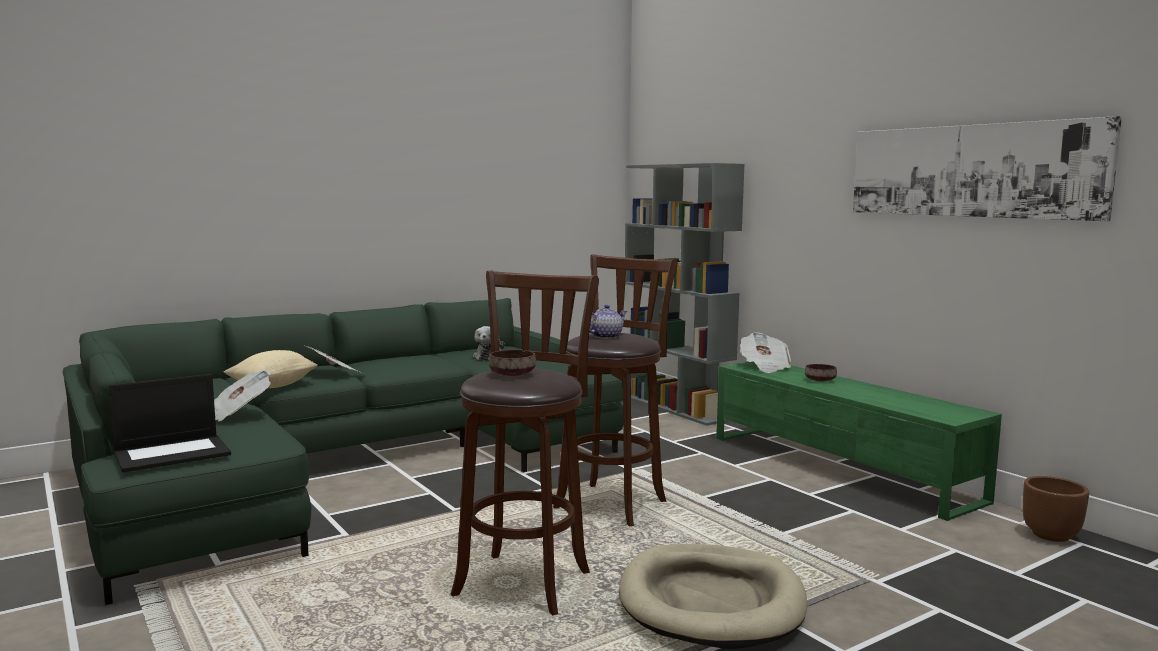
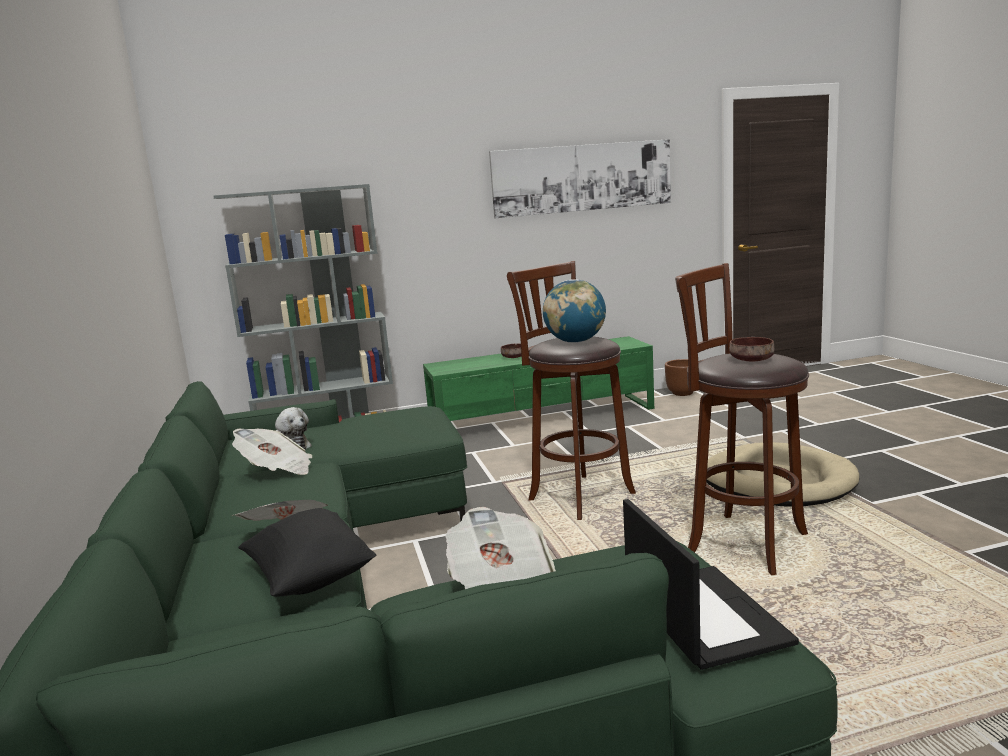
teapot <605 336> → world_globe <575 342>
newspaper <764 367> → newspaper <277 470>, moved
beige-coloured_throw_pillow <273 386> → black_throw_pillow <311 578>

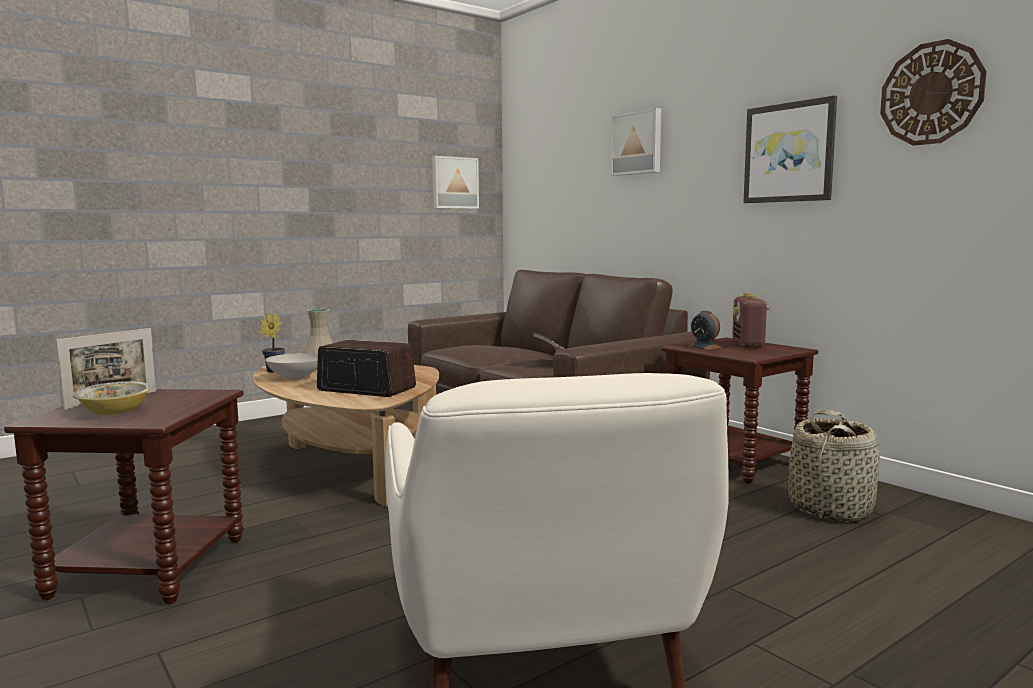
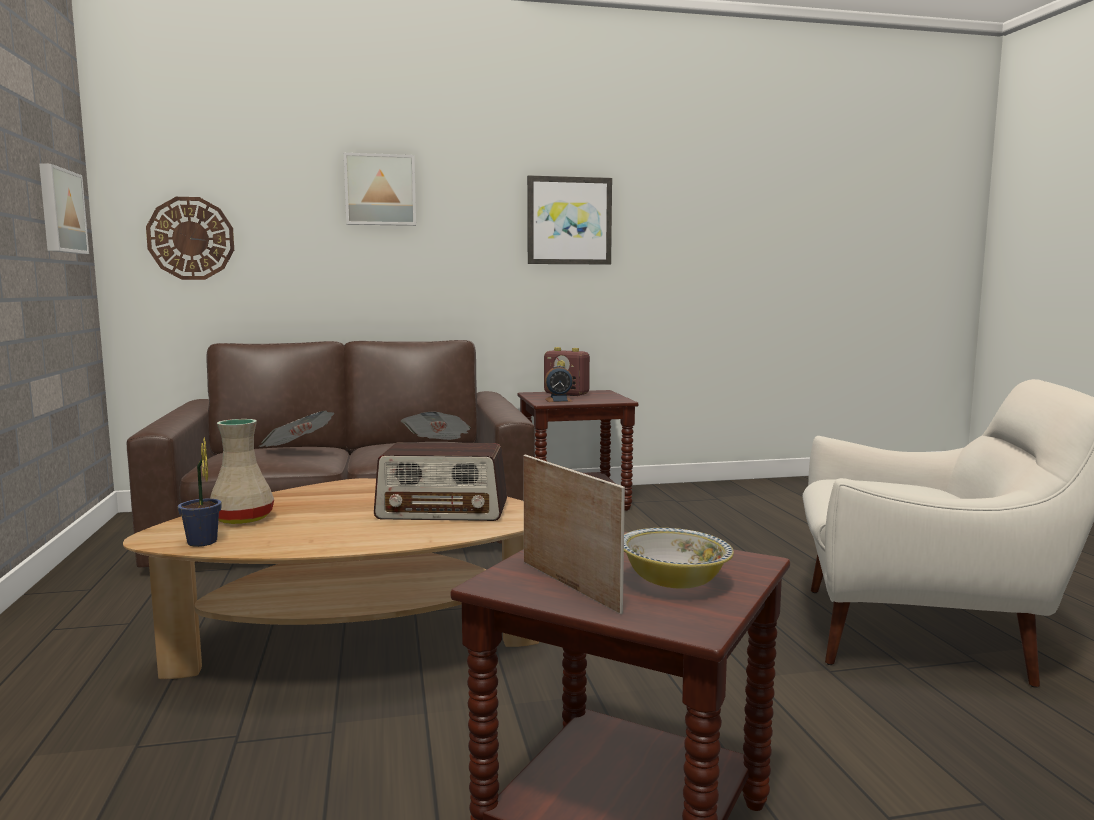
clock_on_the_wall <931 93> → clock_on_the_wall <191 238>, moved
radio <366 389> → radio <443 511>, 135 degrees counterclockwise
whitish_serving_bowl <294 378> → -
storage_basket <831 508> → -
- → newspaper <297 449>

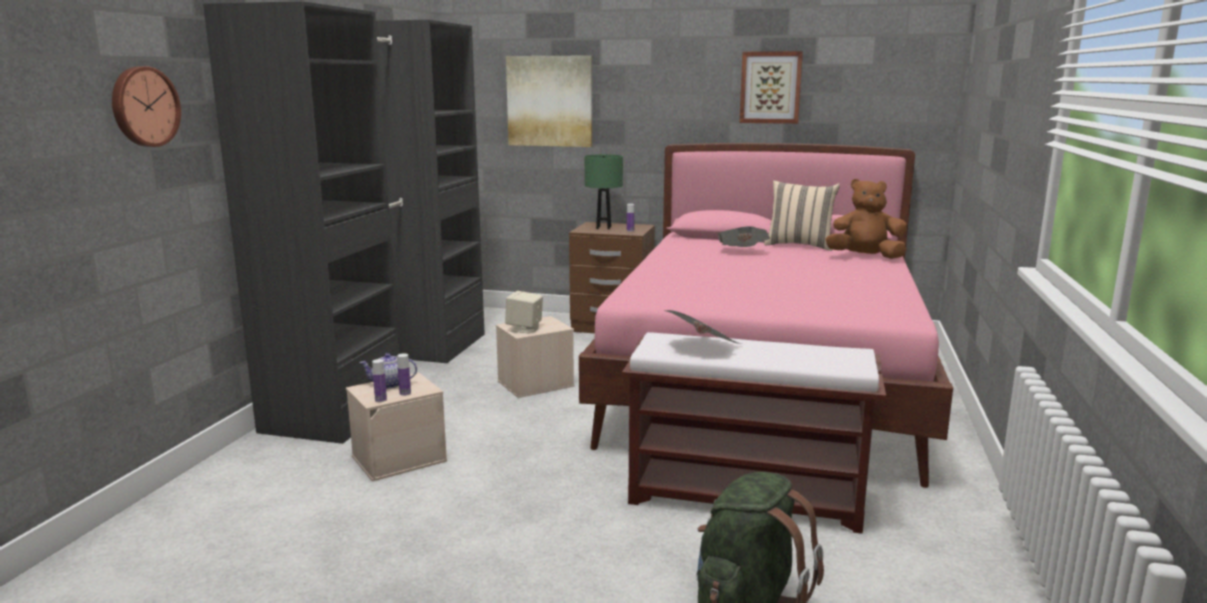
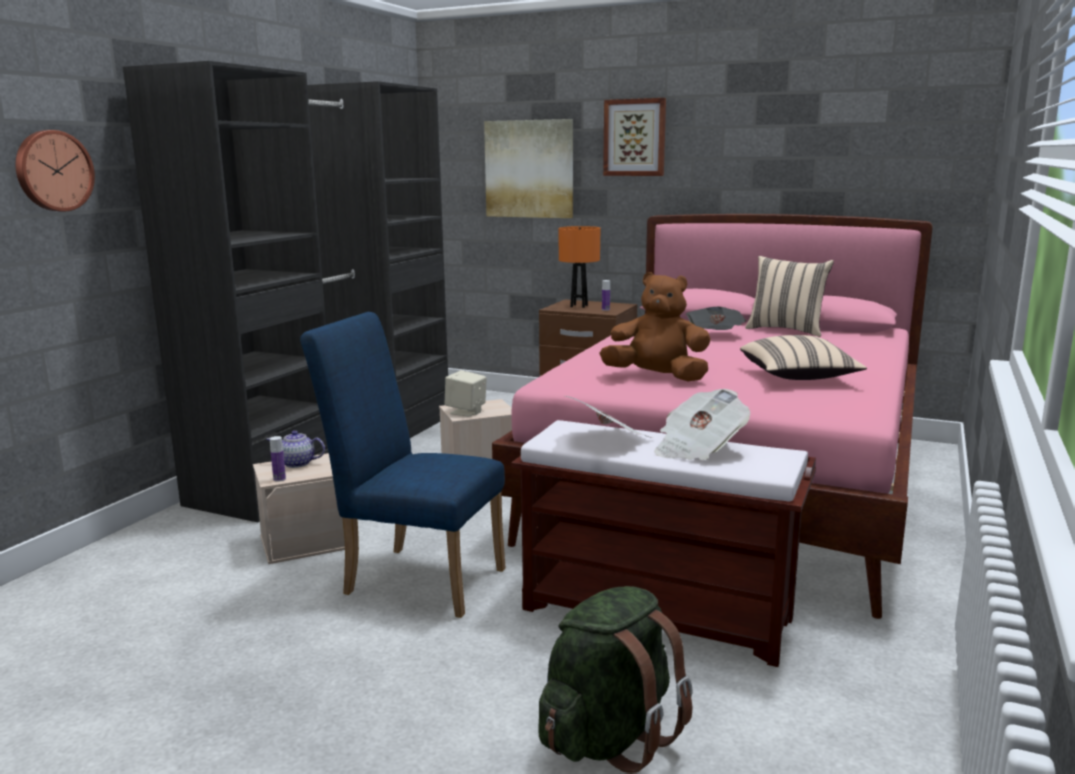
wall_picture <770 87> → wall_picture <634 137>, moved
green-coloured_lamp_for_a_table <603 228> → orange-coloured_lamp_for_a_table <579 306>
brown_plush_toy <865 257> → brown_plush_toy <657 377>, moved
beverage_bottle <405 393> → -
- → blue-coloured_upright_chair <415 577>
- → beige-coloured_throw_pillow <798 377>
- → newspaper <698 449>

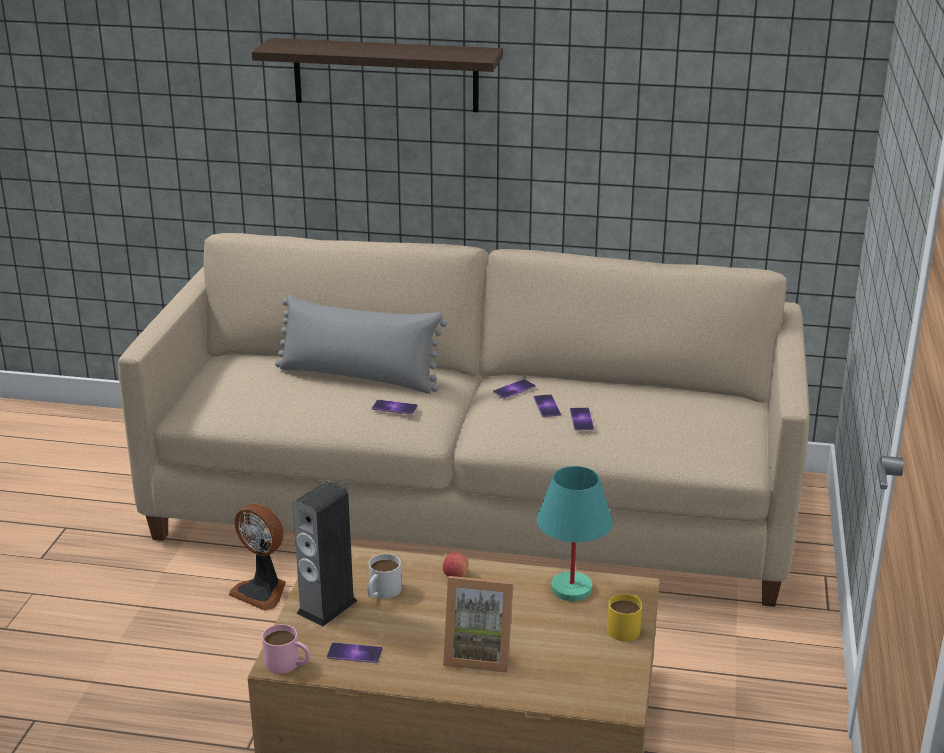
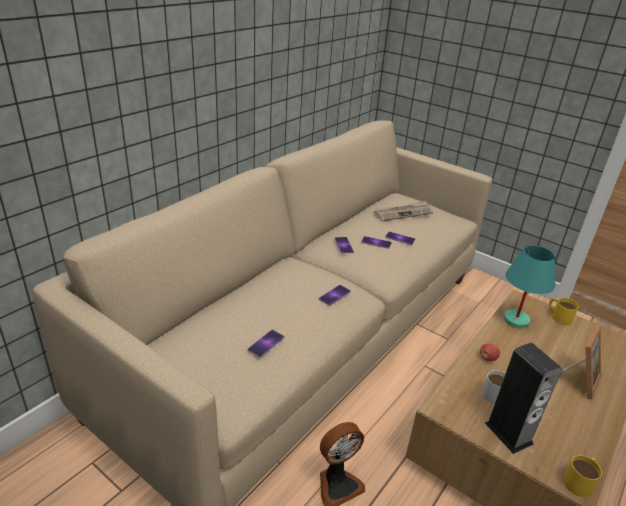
shelf <385 75> → -
grey_throw_pillow <359 377> → -
pink-coloured_tea_mug <288 664> → yellow_tea_mug <580 481>
telephone <354 653> → telephone <266 343>, moved
- → newspaper <403 213>

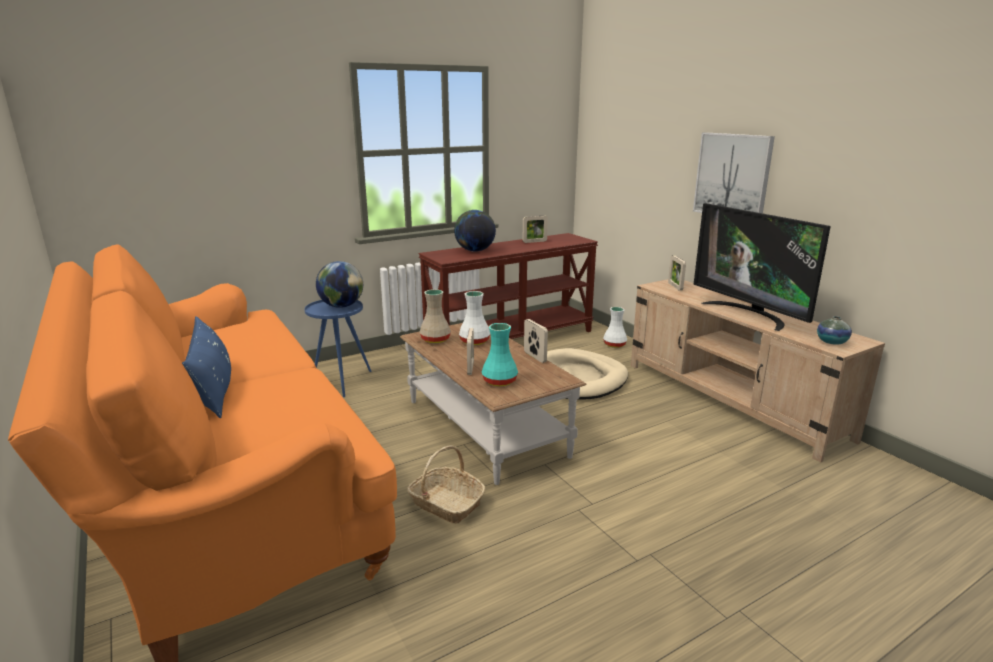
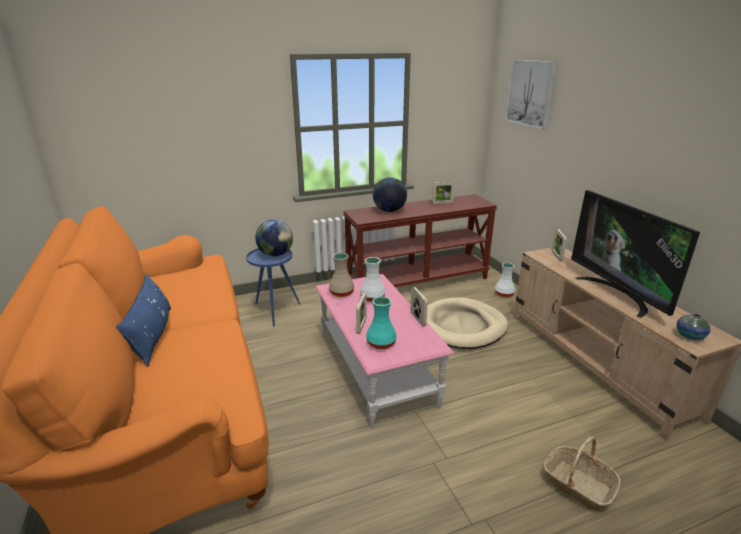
wall_picture <732 176> → wall_picture <530 93>, moved
brown_lounge_table <485 427> → pink-coloured_lounge_table <376 368>
storage_basket <446 503> → storage_basket <578 484>, moved

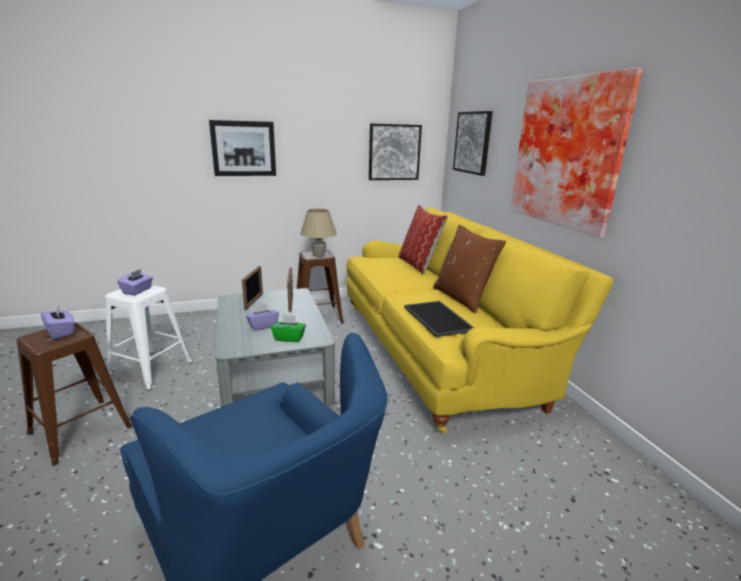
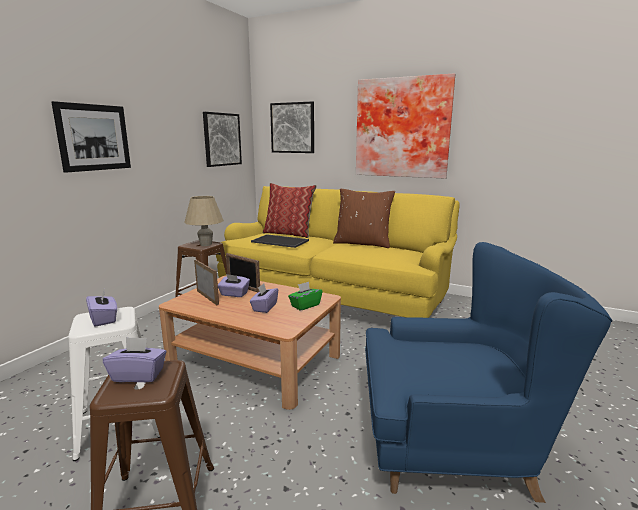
grey_lounge_table <274 372> → brown_lounge_table <255 361>
tray <439 318> → tray <281 241>, moved
- → purplish_tissue_box <234 294>

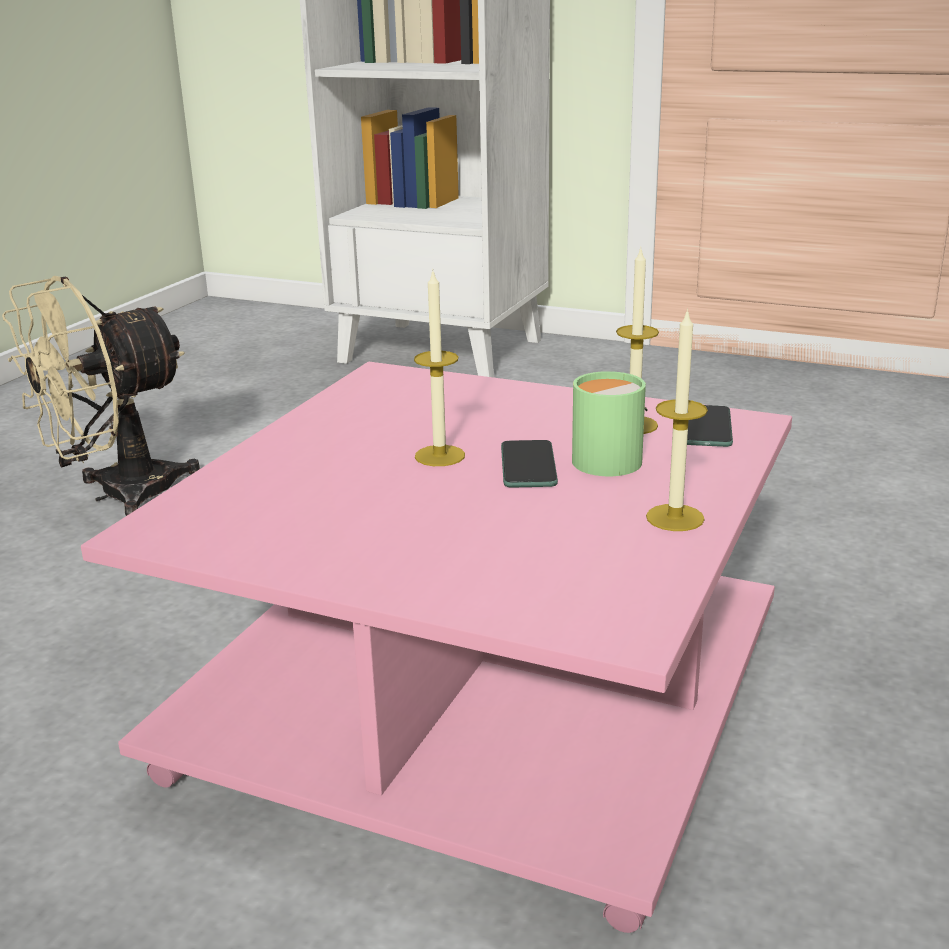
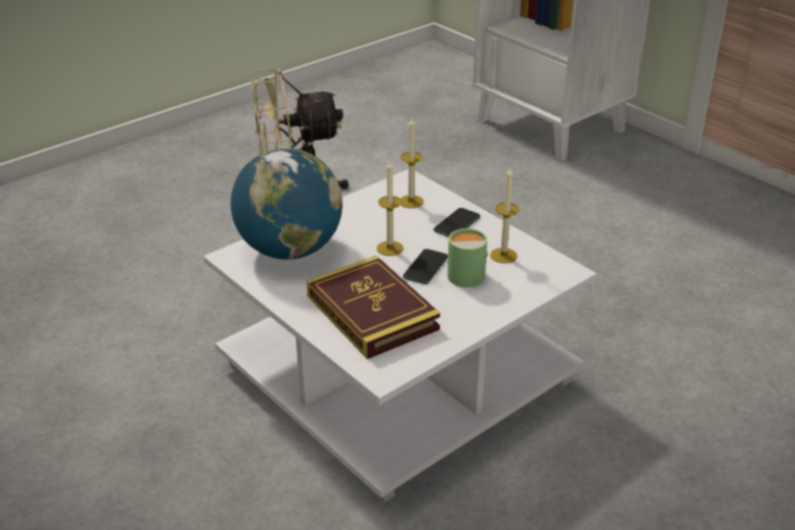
wax_candle <675 518> → wax_candle <411 201>, moved
pink-coloured_lounge_table <483 706> → whitish_lounge_table <397 377>
telephone <706 428> → telephone <457 224>, moved
- → world_globe <290 250>
- → volume <372 312>

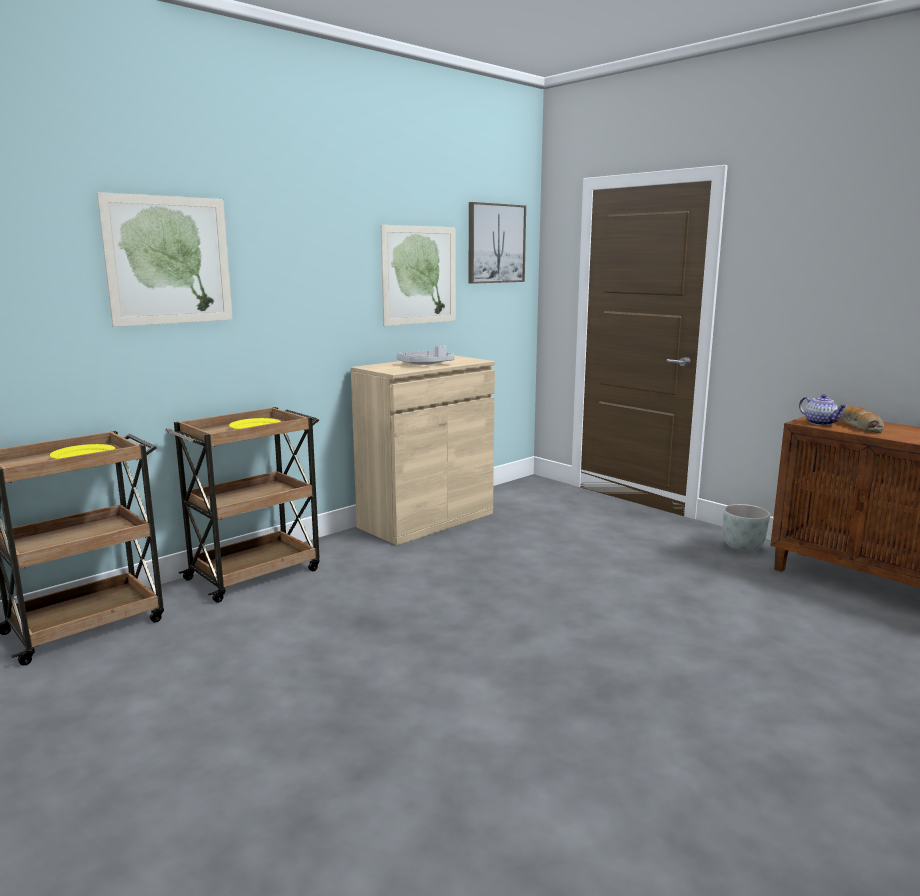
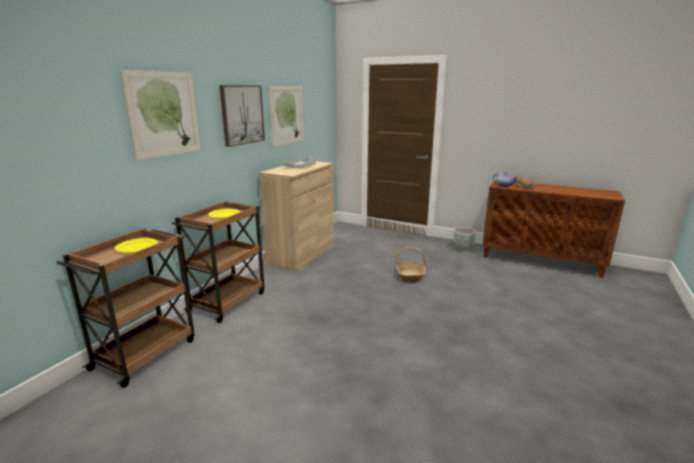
wall_picture <495 243> → wall_picture <242 114>, moved
- → storage_basket <410 275>

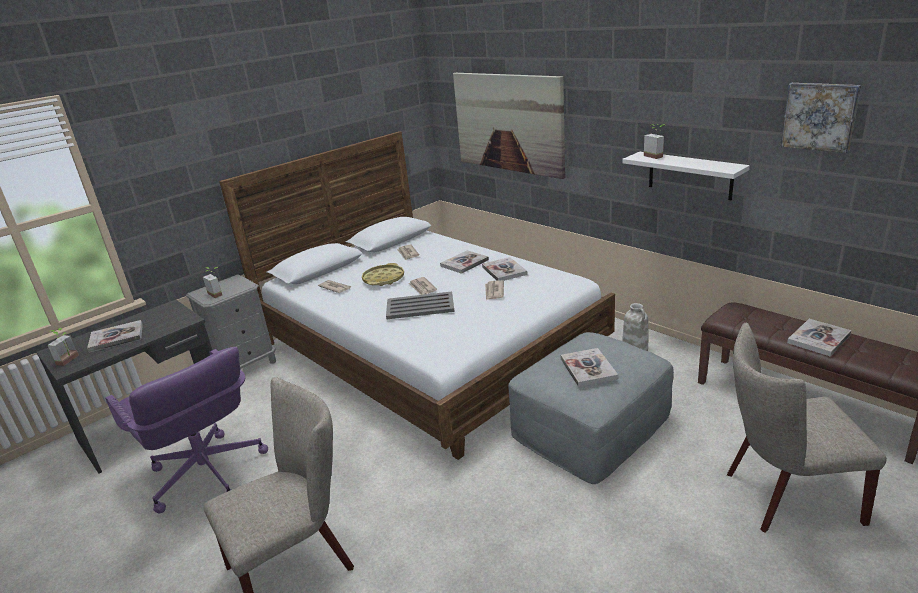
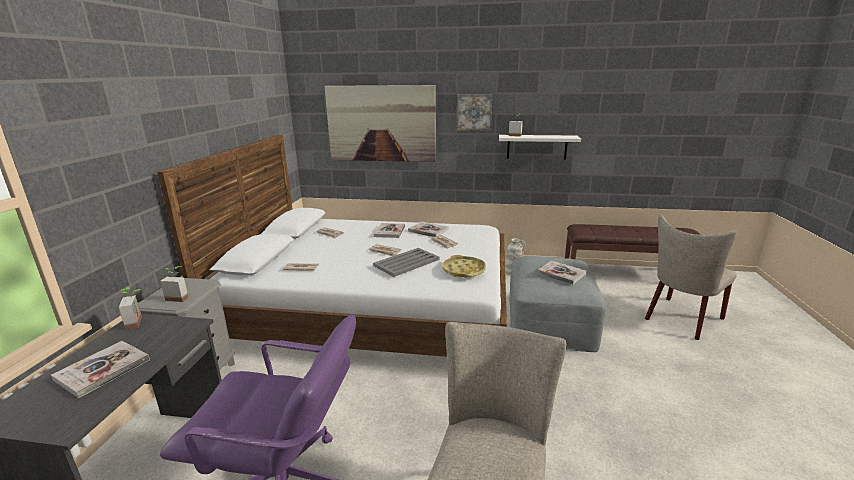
wall_picture <820 116> → wall_picture <474 112>, moved
yellow_tray <383 279> → yellow_tray <463 270>, moved
volume <818 339> → -
potted_plant <71 360> → potted_plant <139 322>, moved

